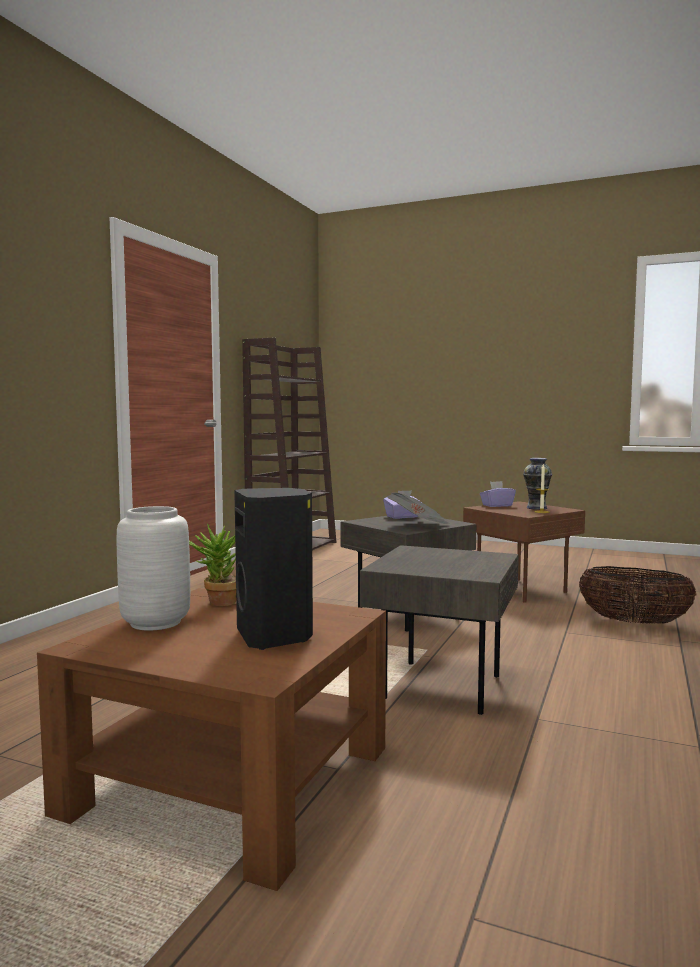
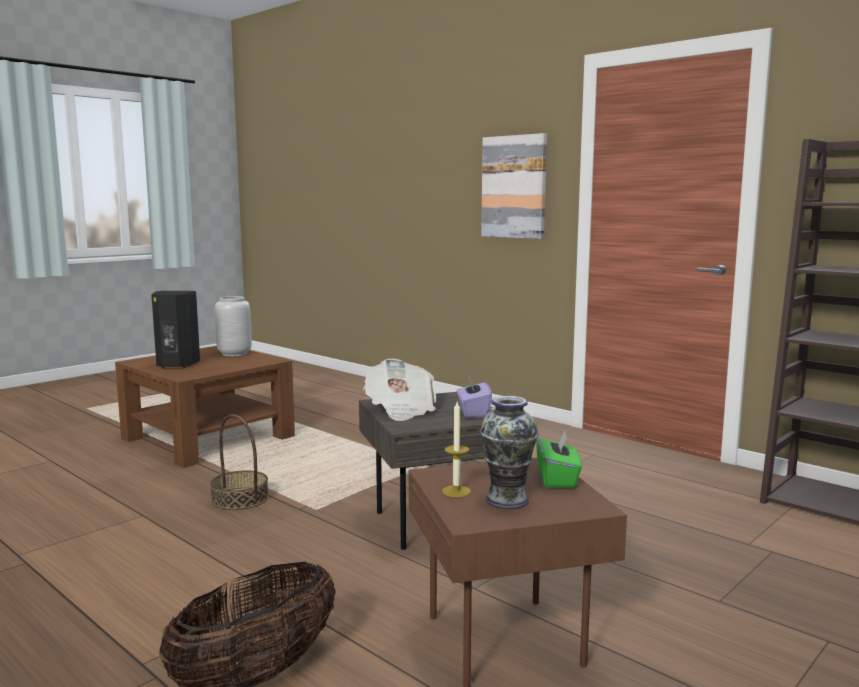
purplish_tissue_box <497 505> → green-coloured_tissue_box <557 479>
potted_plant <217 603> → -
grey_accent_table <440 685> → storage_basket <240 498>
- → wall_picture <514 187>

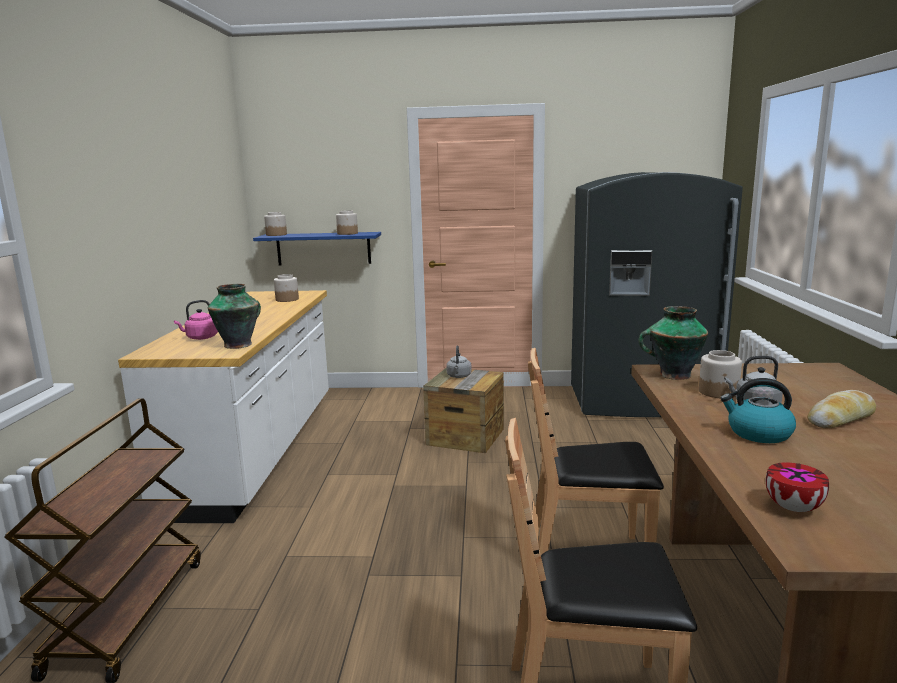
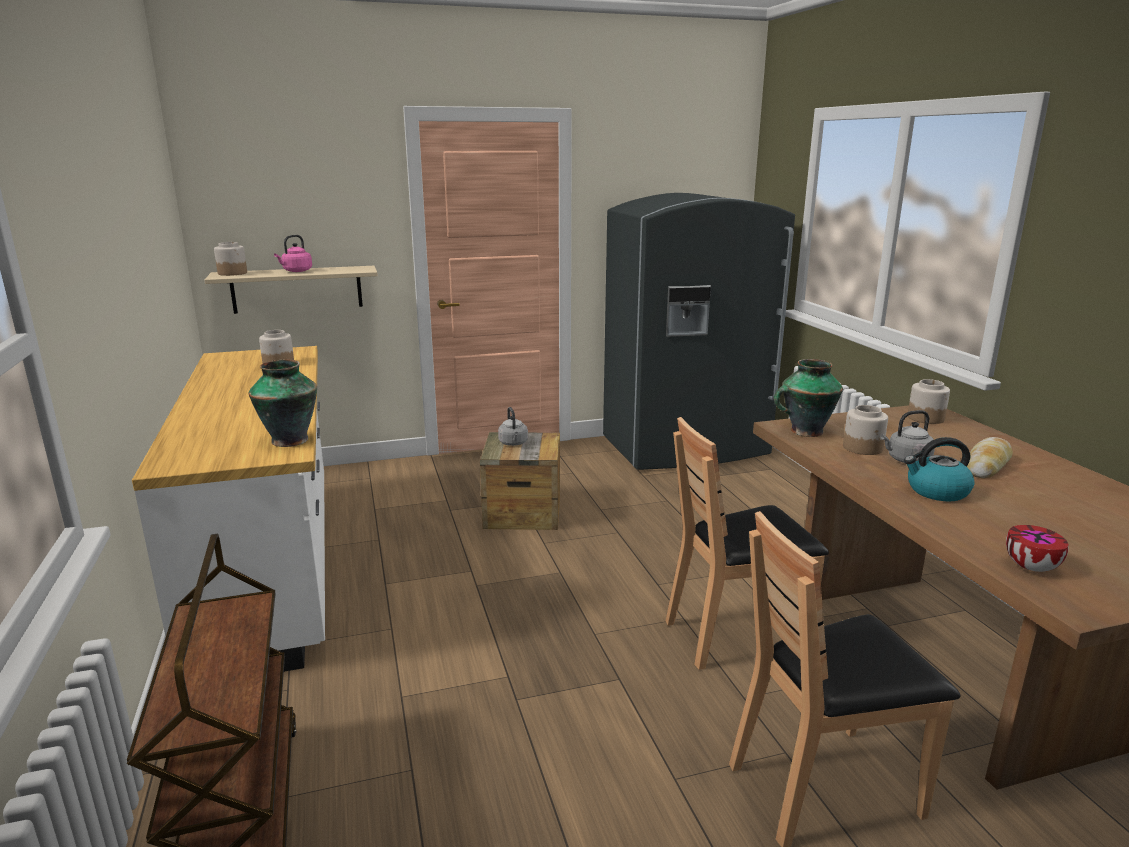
storage_jar <347 233> → storage_jar <925 418>, moved
blue-coloured_shelf <323 248> → beige-coloured_shelf <297 289>
pink-coloured_kettle <200 338> → pink-coloured_kettle <296 271>, moved

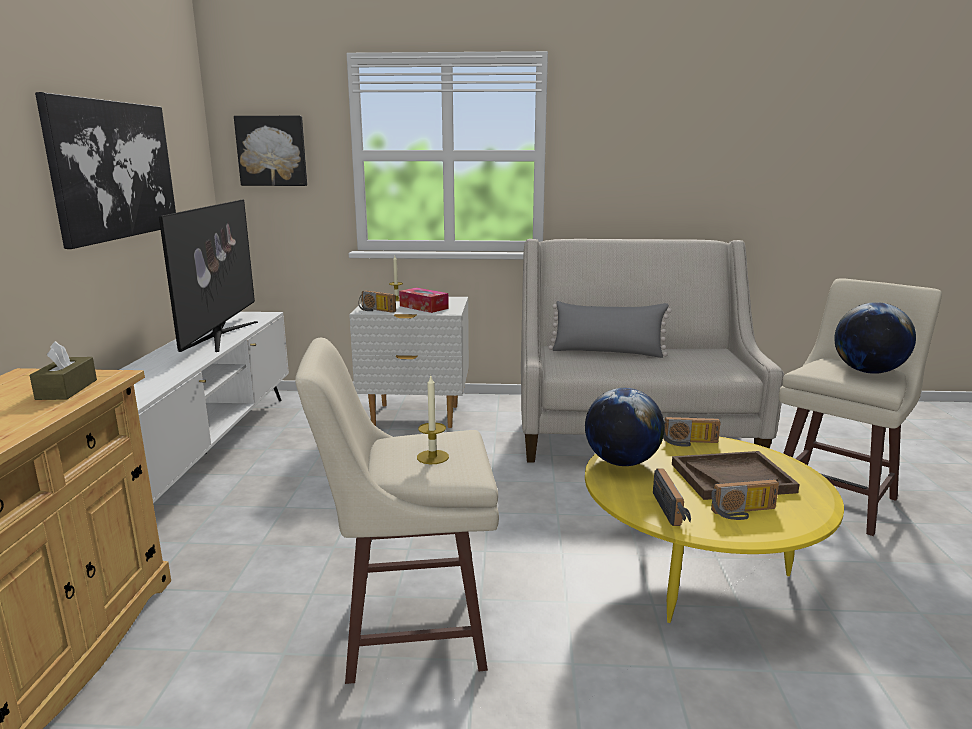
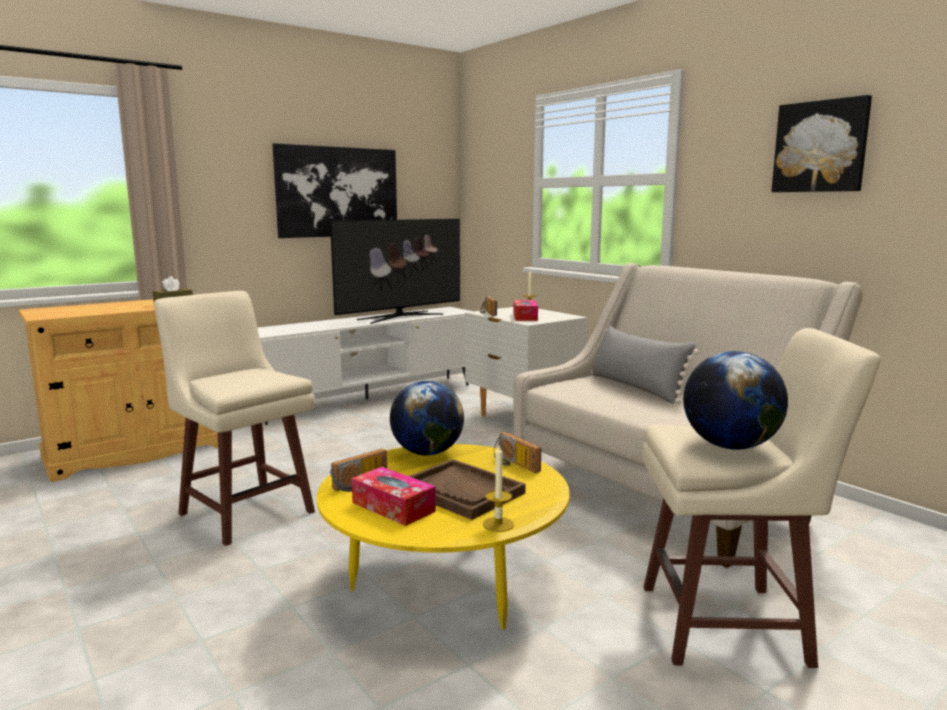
wall_picture <272 151> → wall_picture <821 147>, moved
wax_candle <432 457> → wax_candle <498 524>, moved
radio <744 513> → tissue_box <393 507>

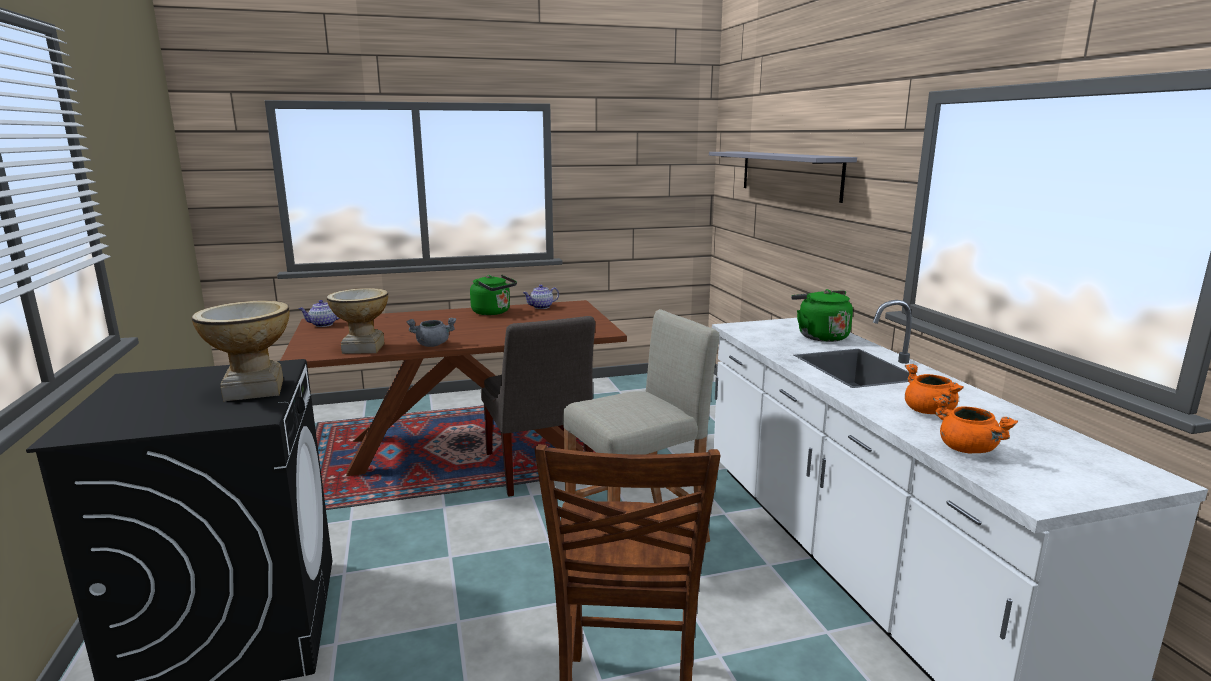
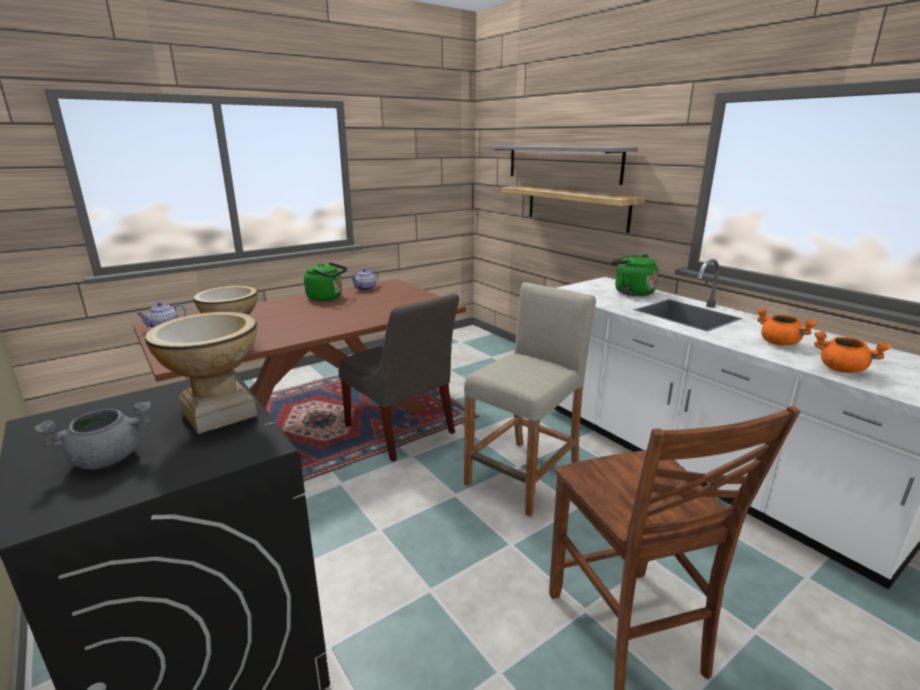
grey_cooking_pot <433 345> → grey_cooking_pot <108 458>, moved
- → shelf <576 207>

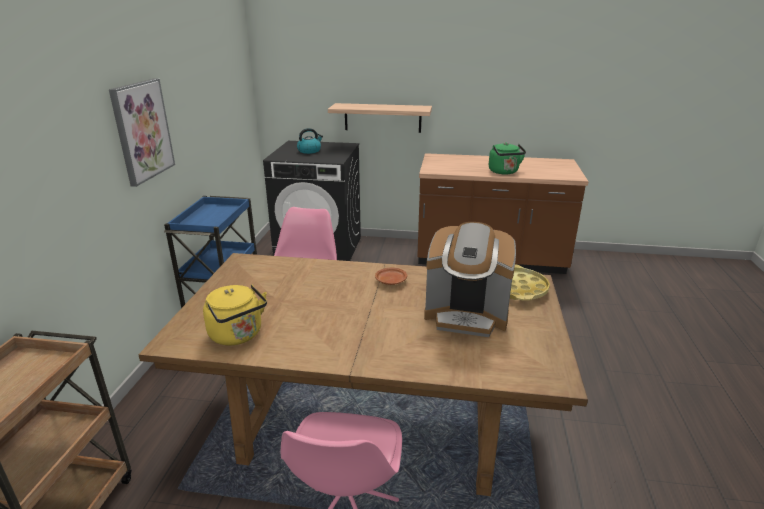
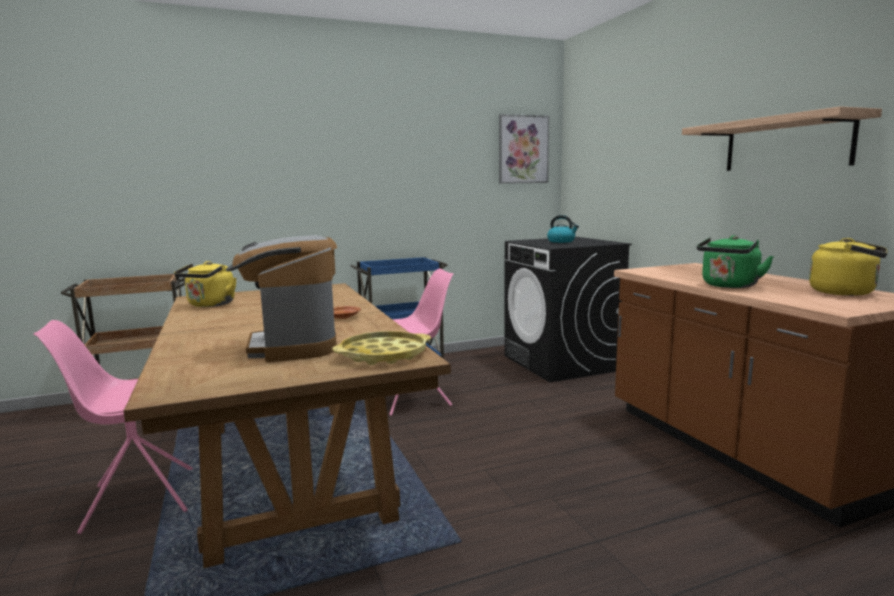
wall_picture <142 131> → wall_picture <523 149>, moved
shelf <382 117> → shelf <786 144>, moved
- → yellow_kettle <846 292>

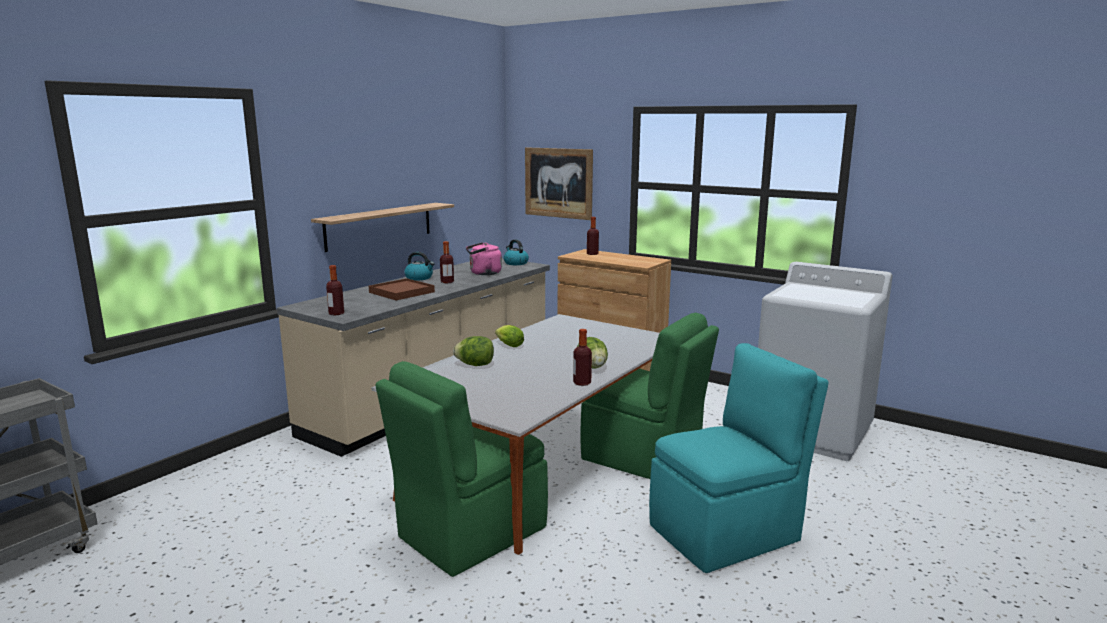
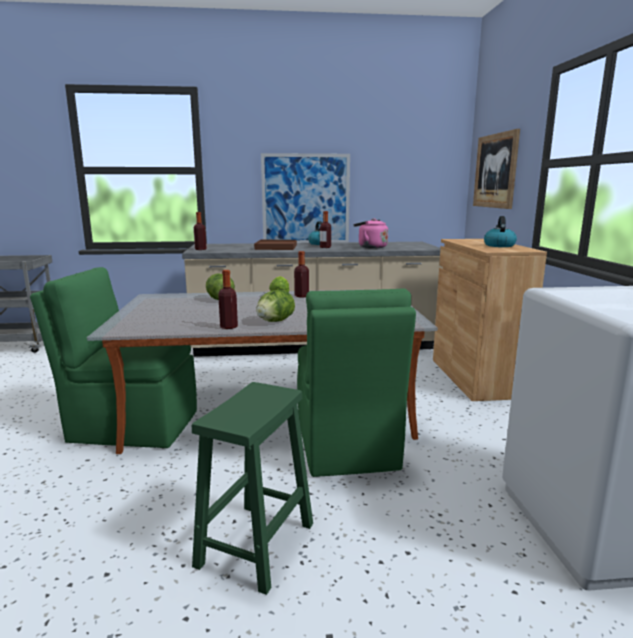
shelf <379 226> → wall_picture <306 199>
beverage_bottle <592 254> → beverage_bottle <301 296>, moved
kettle <515 263> → kettle <499 245>, moved
blue-green_upright_chair <727 532> → green-coloured_stool_seat <255 546>

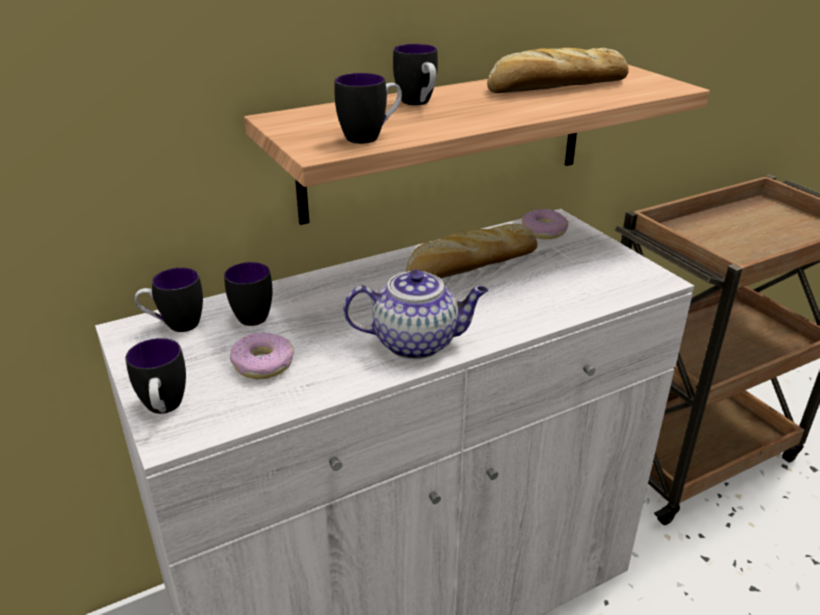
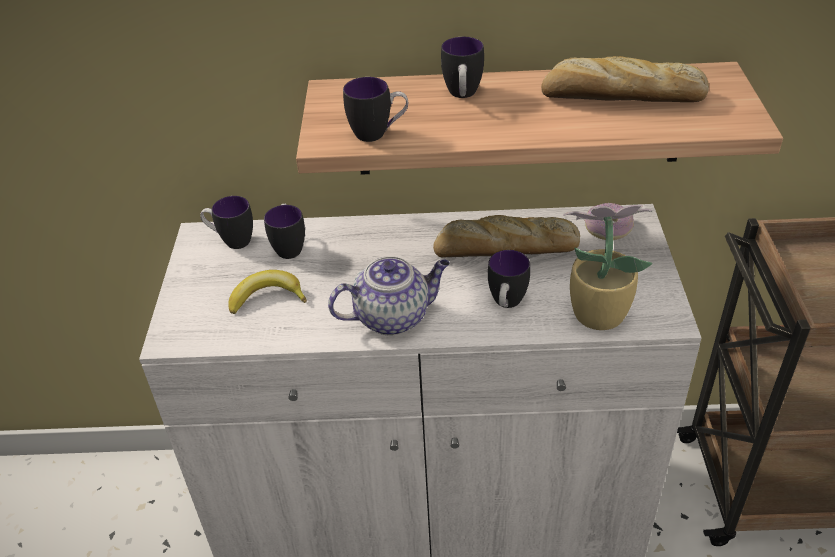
teapot <417 342> → teapot <393 316>, 45 degrees counterclockwise
doughnut <263 364> → whole_banana <267 298>
tea_mug <164 410> → tea_mug <506 305>, moved
- → potted_plant <595 314>

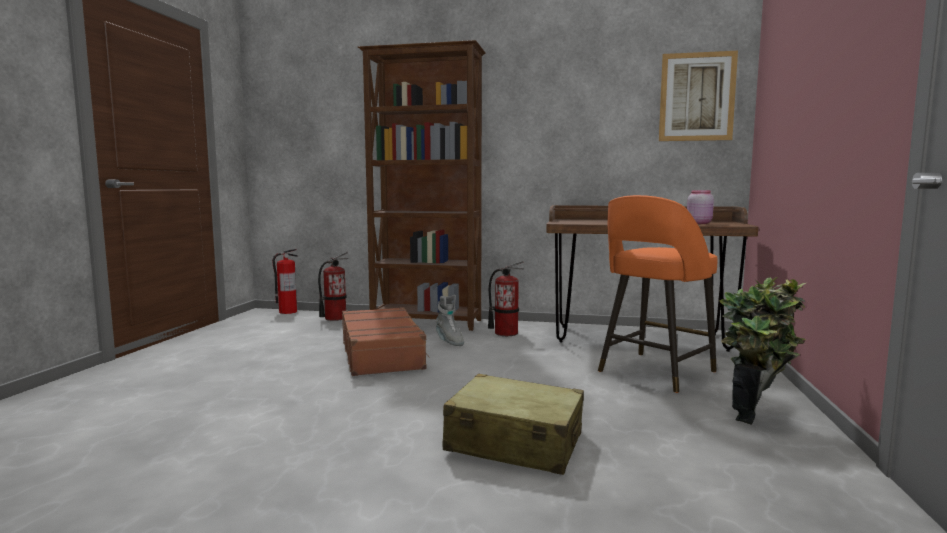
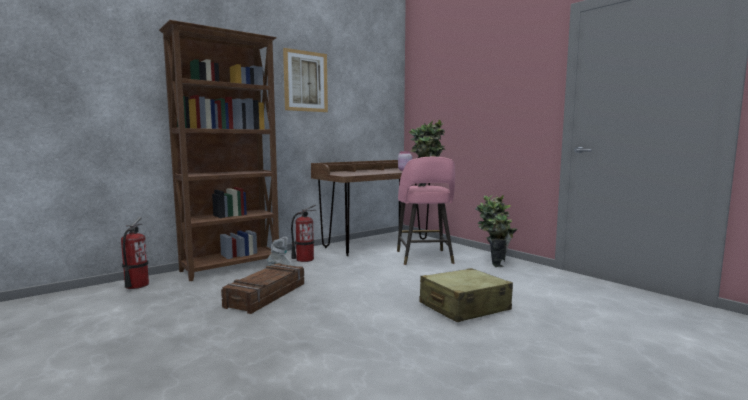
wall_picture <697 97> → wall_picture <305 81>, moved
orange-coloured_stool_seat <654 372> → pink-coloured_stool_seat <424 258>
fire-fighting_cylinder <287 312> → -
brown_piece_of_luggage <382 354> → packing_crate <265 295>
- → potted_plant <427 185>

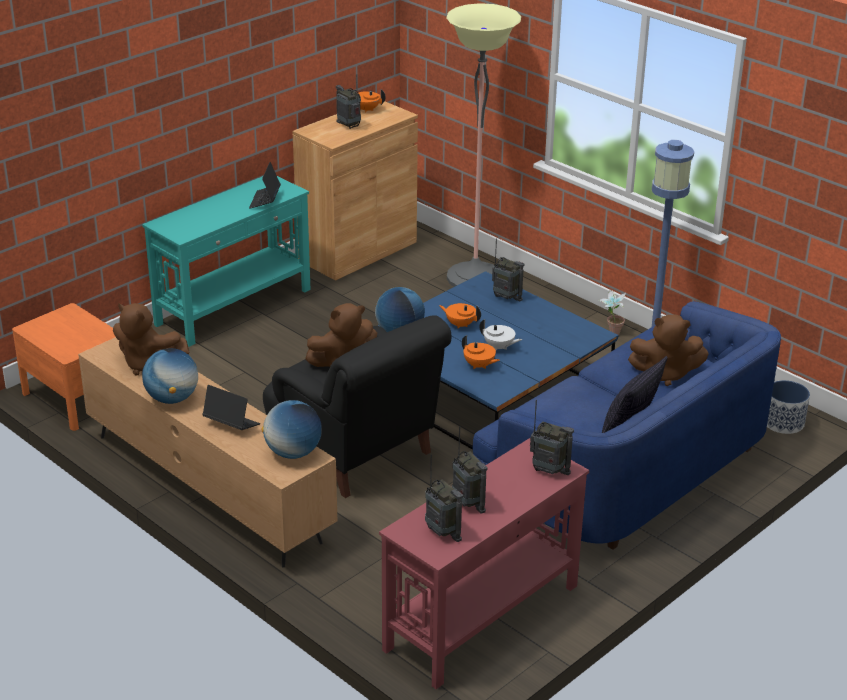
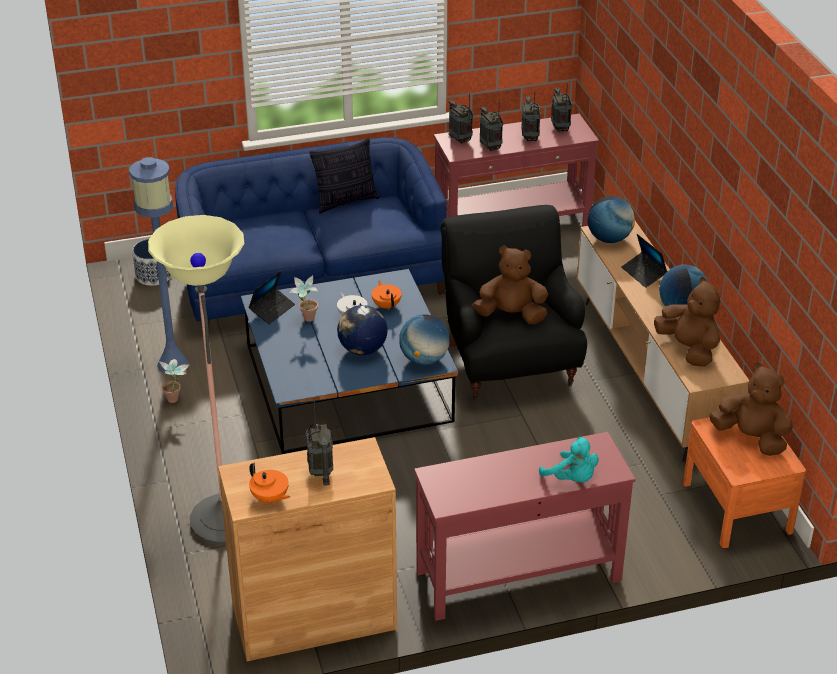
laptop <265 200> → laptop <272 309>, moved
blue-green_hall_table <235 307> → red-coloured_hall_table <517 576>
radio <505 297> → radio <490 147>, moved
orange-coloured_teapot <460 324> → world_globe <362 350>
brown_plush_toy <665 373> → brown_plush_toy <751 438>, moved
- → potted_plant <306 320>
- → blue-green_plush_toy <572 478>

